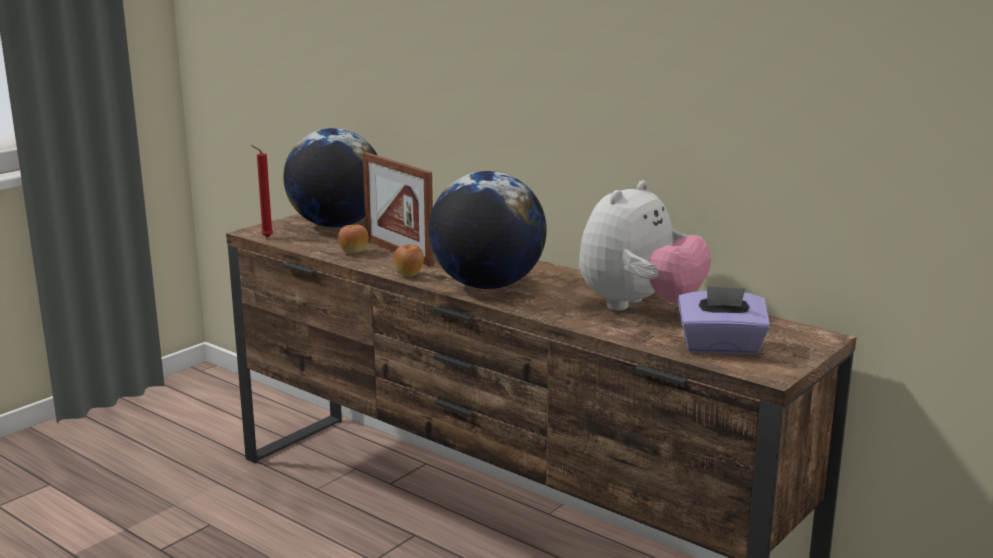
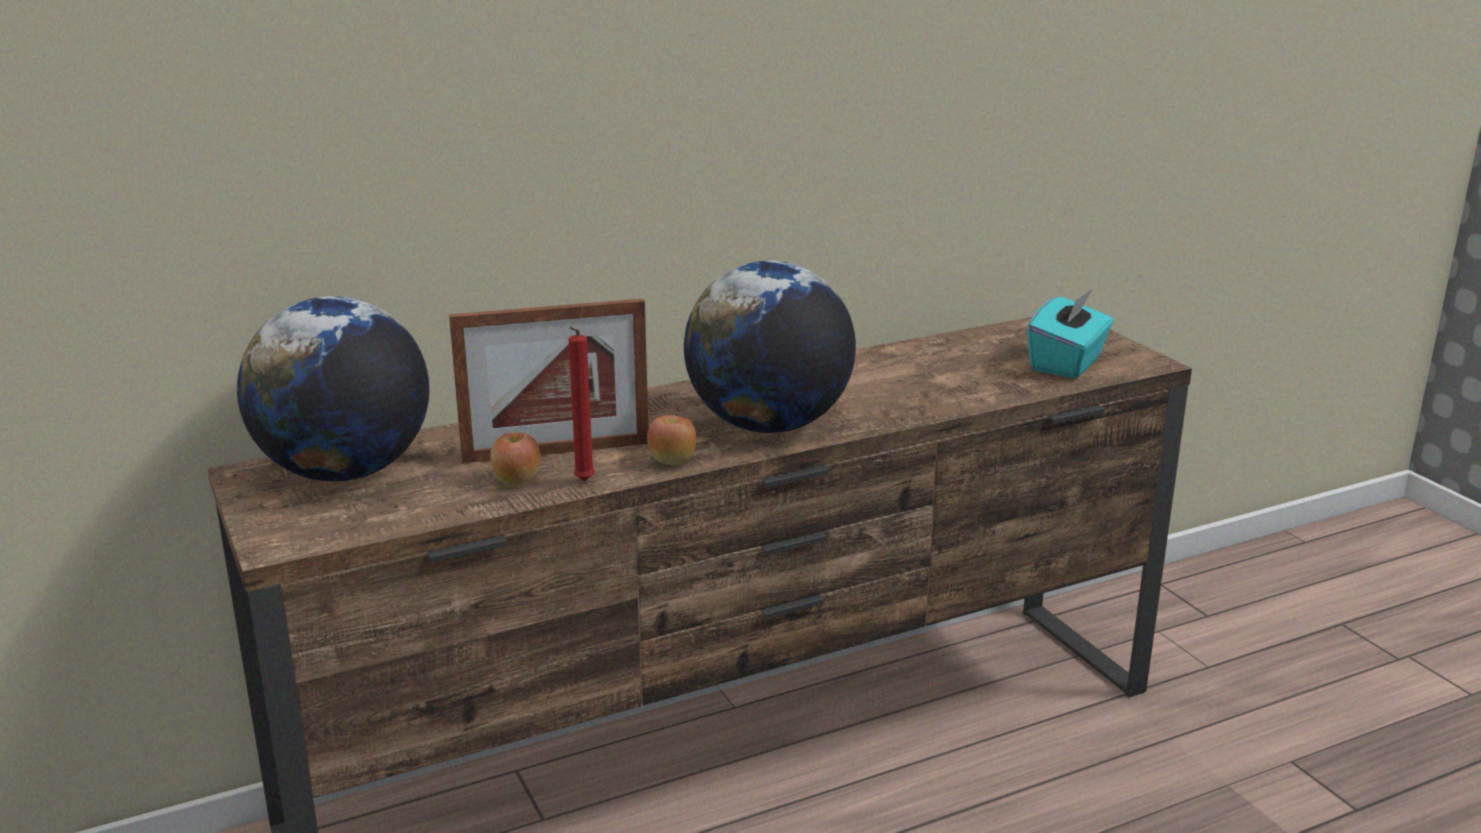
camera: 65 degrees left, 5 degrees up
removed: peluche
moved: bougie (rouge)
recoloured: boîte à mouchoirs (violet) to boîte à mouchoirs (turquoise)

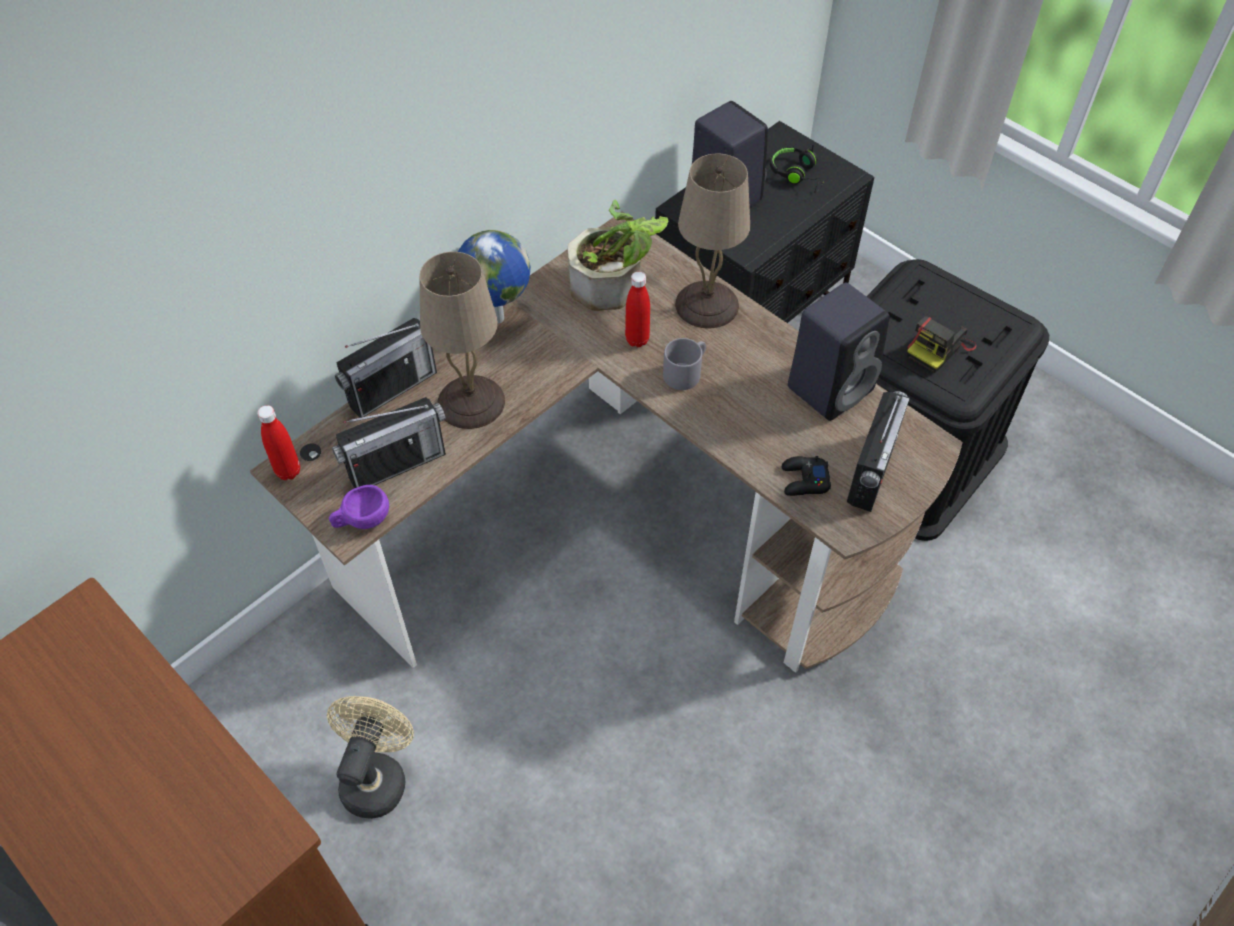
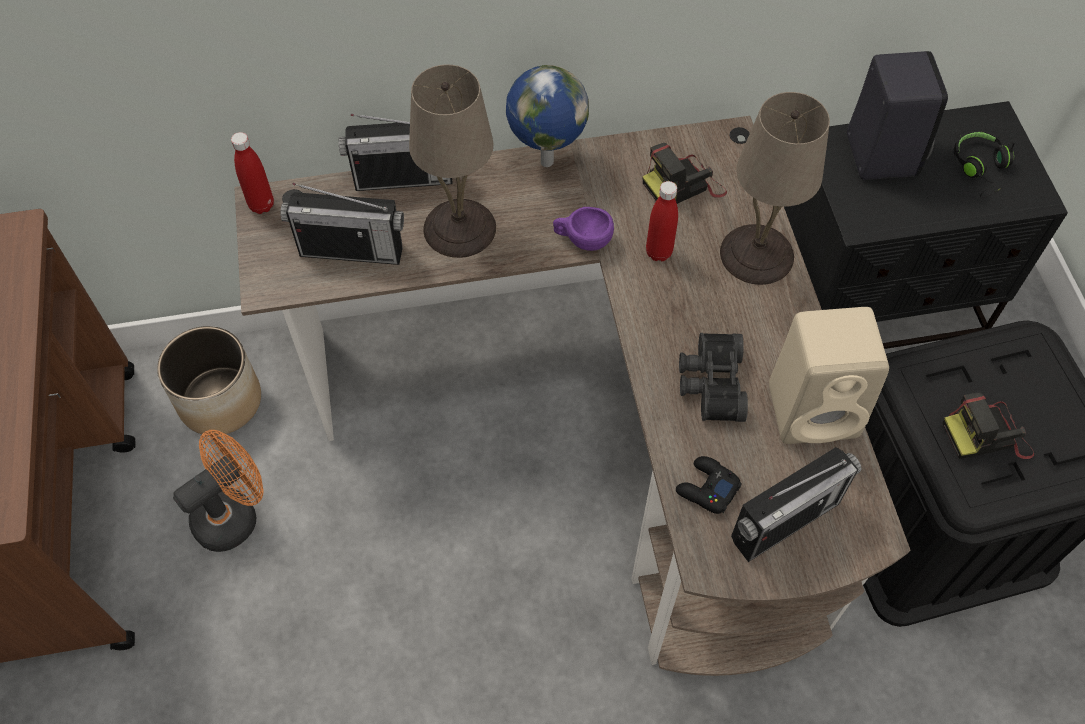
camera: 35 degrees right, 5 degrees up
removed: mug (gris)
added: cache-pot; jumelles (noir)
moved: tasse (violet)
replaced: plante en pot to appareil photo (1st from left)
recoloured: ventilateur (beige) to ventilateur (orange); enceinte (noir) (2nd from left) to enceinte (beige)

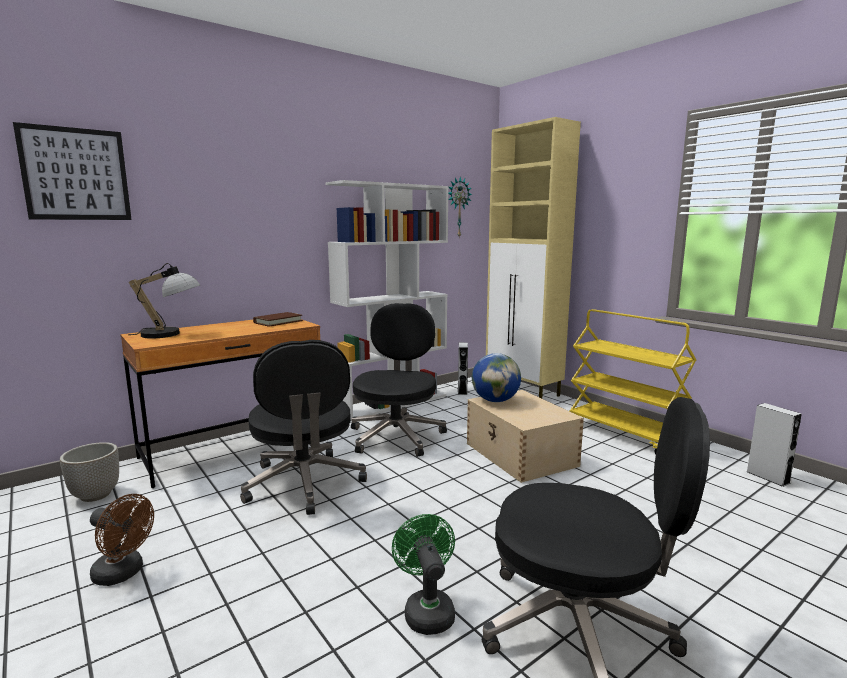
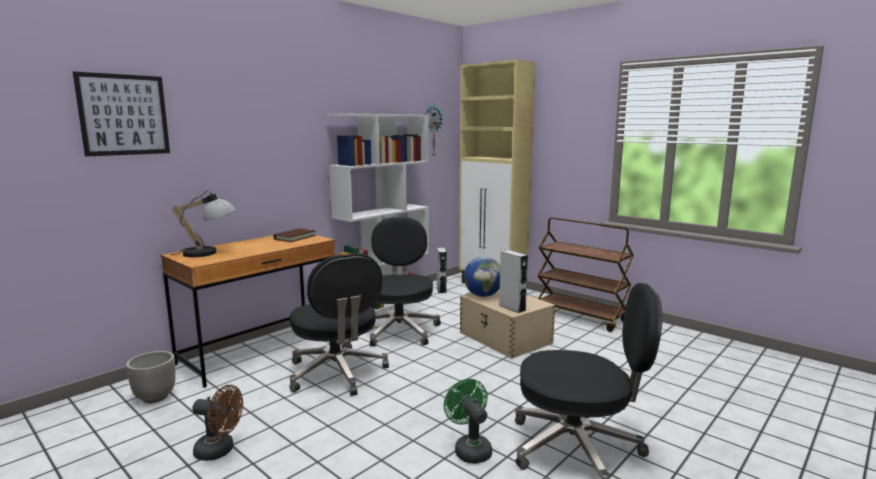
camera: 10 degrees left, 0 degrees up
moved: enceinte (gris) (2nd from left)
recoloured: chariot (jaune) to chariot (marron)

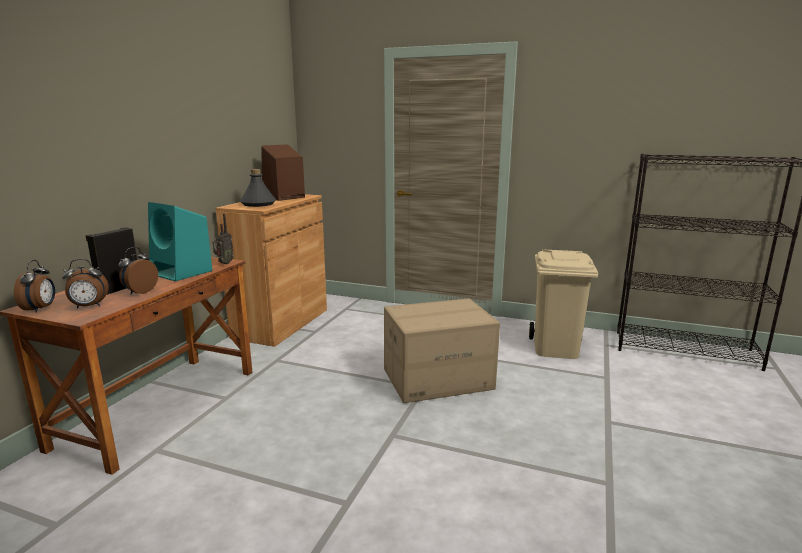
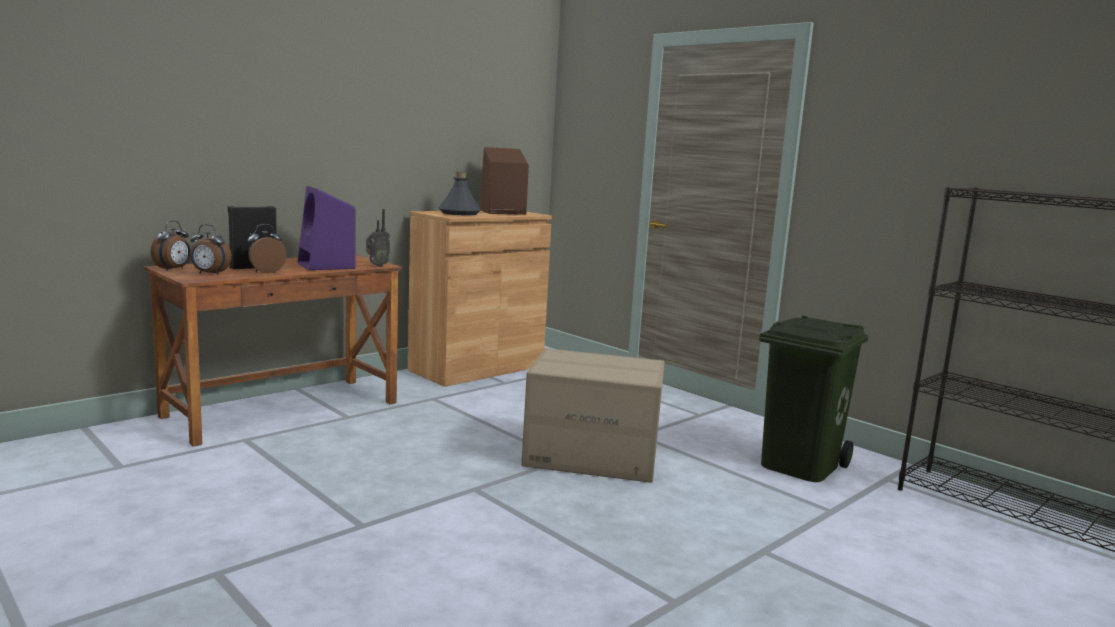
camera: 25 degrees right, 5 degrees down
recoloured: enceinte (turquoise) to enceinte (violet); poubelle (beige) to poubelle (vert)

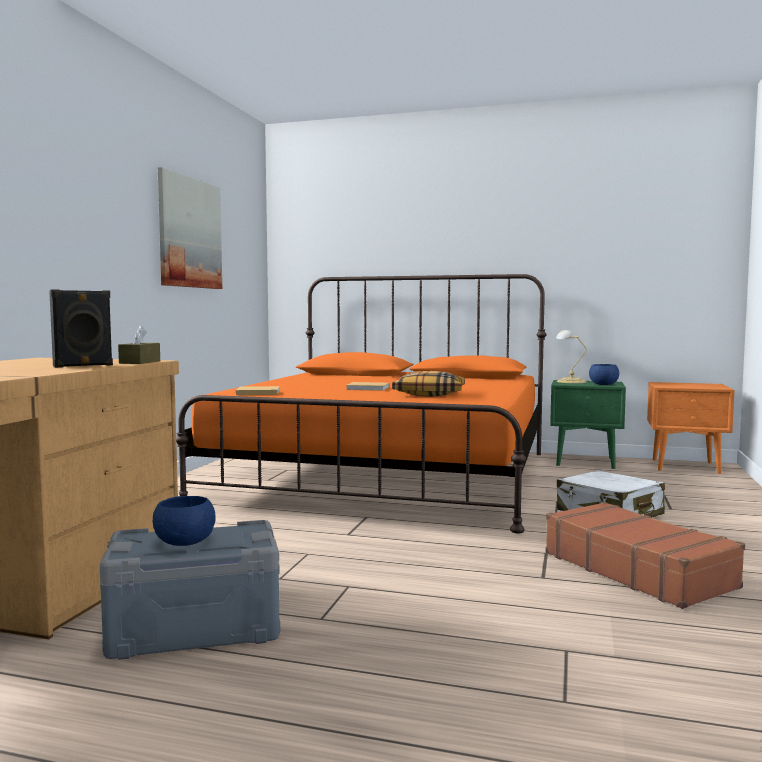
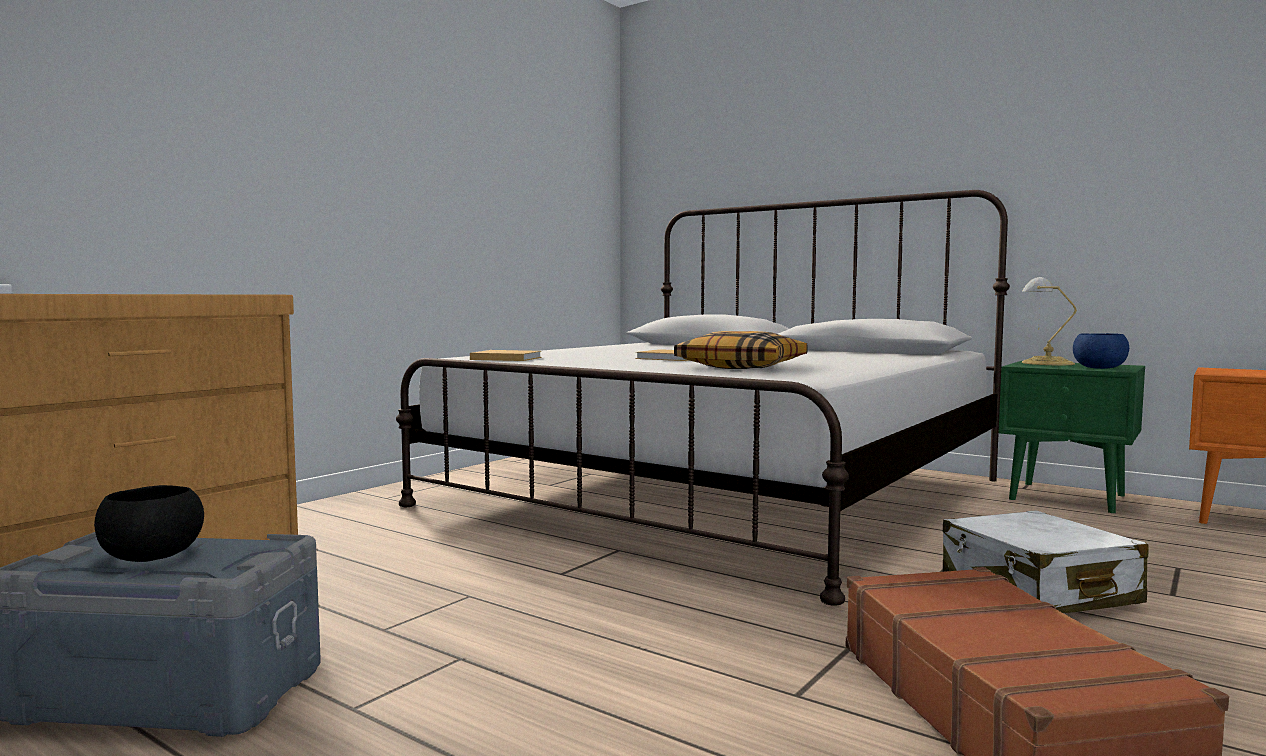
camera: 20 degrees right, 0 degrees up
removed: enceinte (noir); boîte à mouchoirs (marron); tableau
recoloured: bol (bleu) (1st from left) to bol (noir); lit (orange) to lit (blanc)

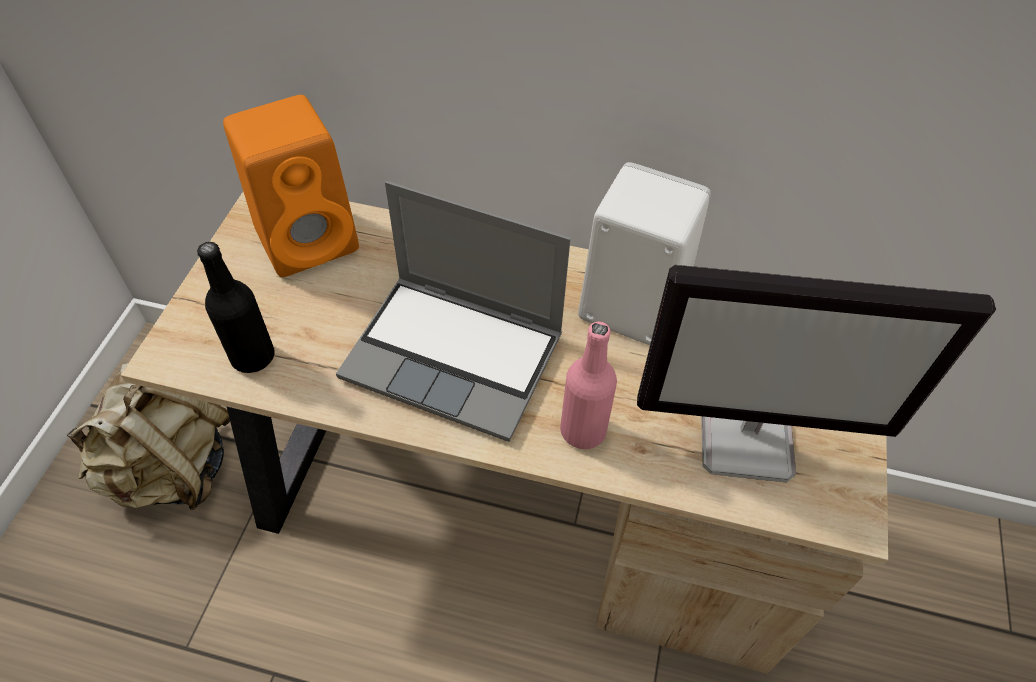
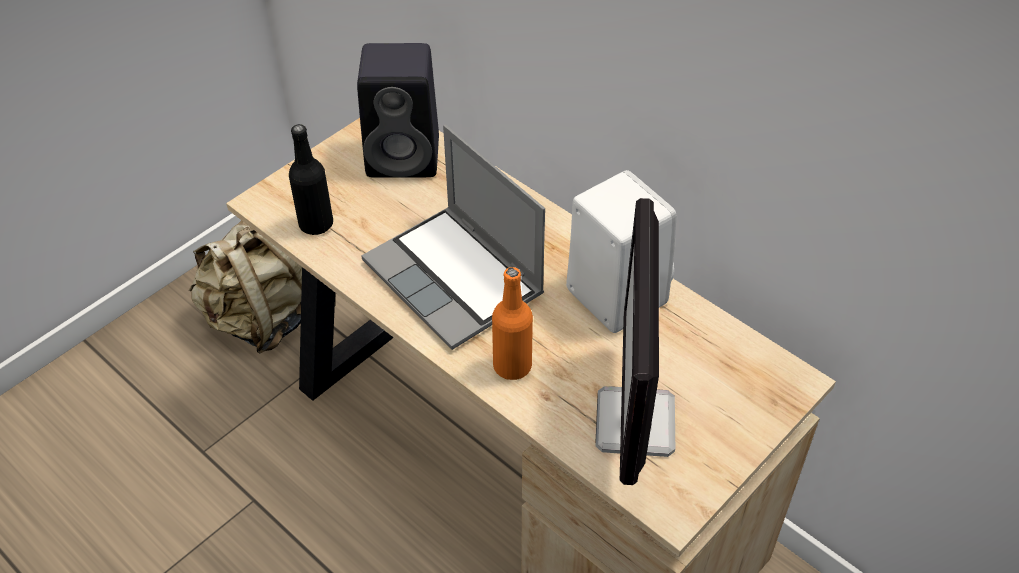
camera: 30 degrees right, 5 degrees down
recoloured: enceinte (orange) to enceinte (noir); bouteille (rose) to bouteille (orange)
turned: écran d'ordinateur 60 degrees clockwise

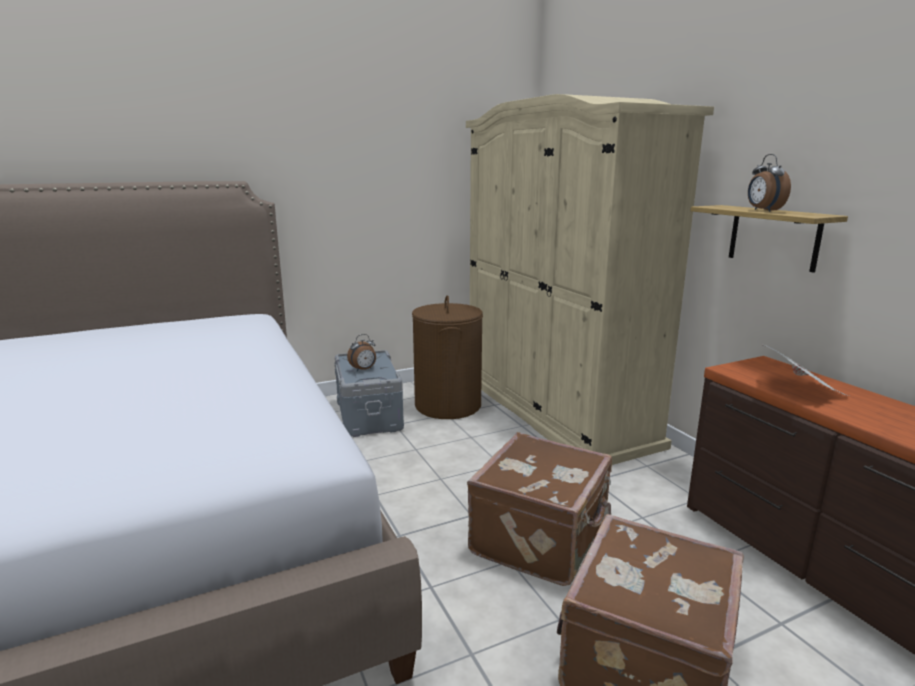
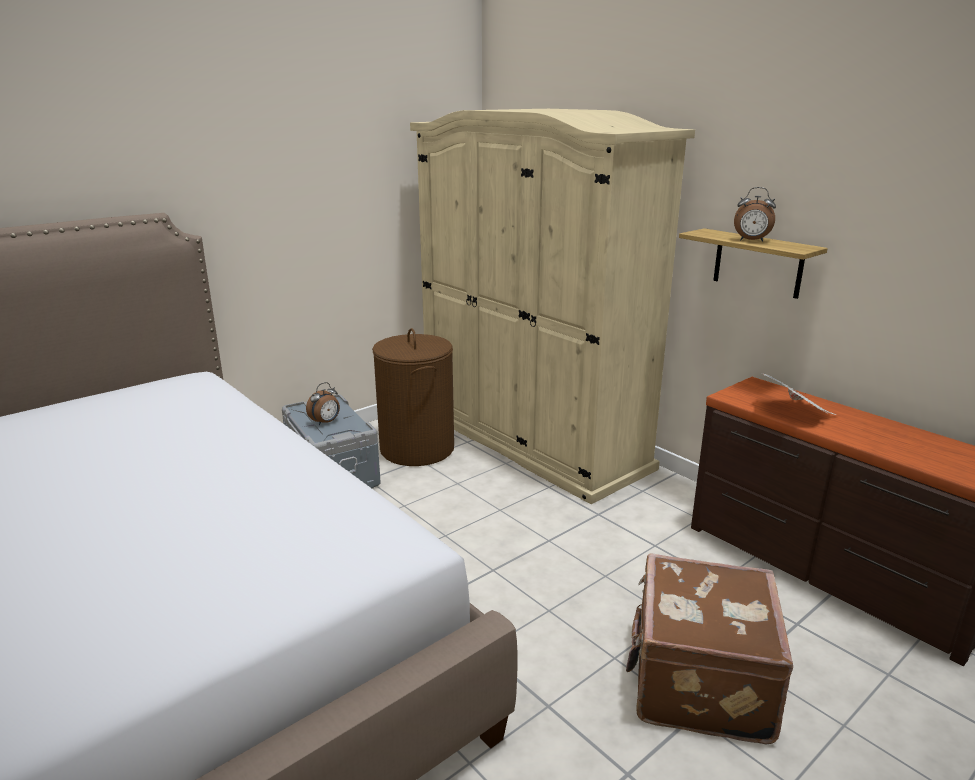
camera: 15 degrees left, 5 degrees up
removed: valise (marron) (1st from left)
turned: réveil (2nd from left) 45 degrees counterclockwise

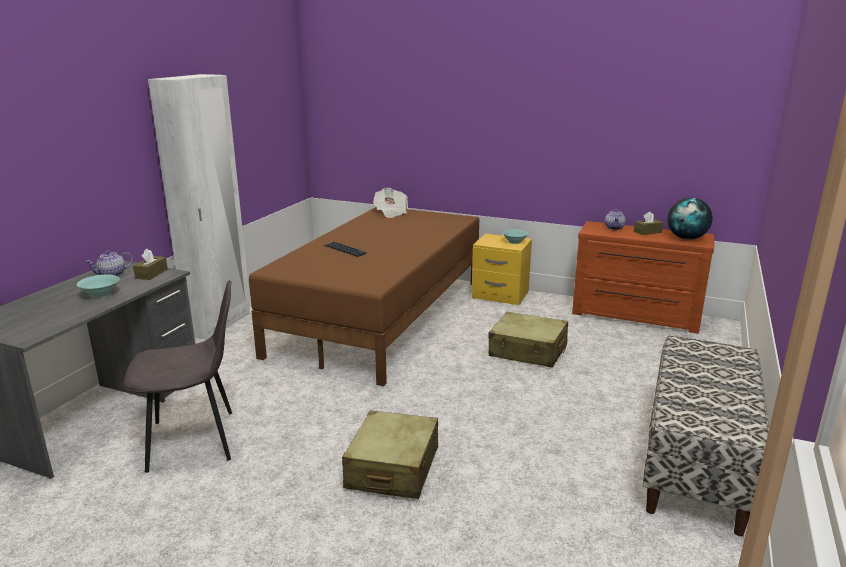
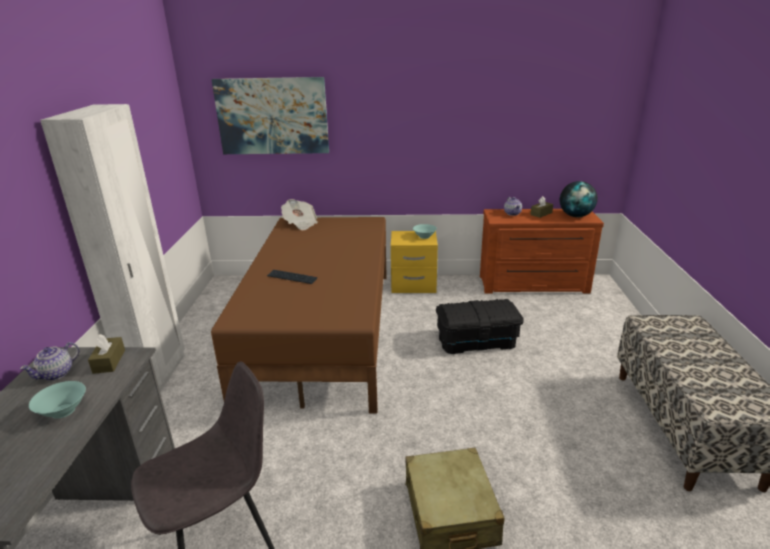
camera: 20 degrees left, 5 degrees up
added: tableau
replaced: valise (beige) (2nd from left) to boîte de rangement (noir)

